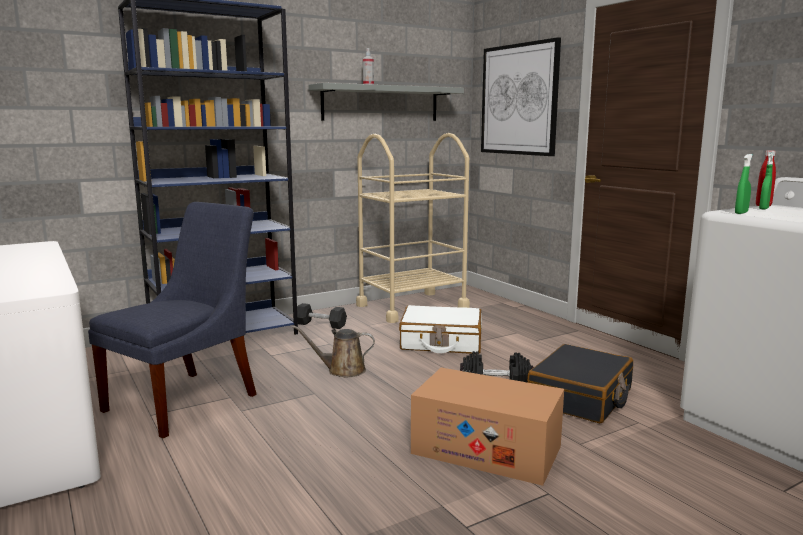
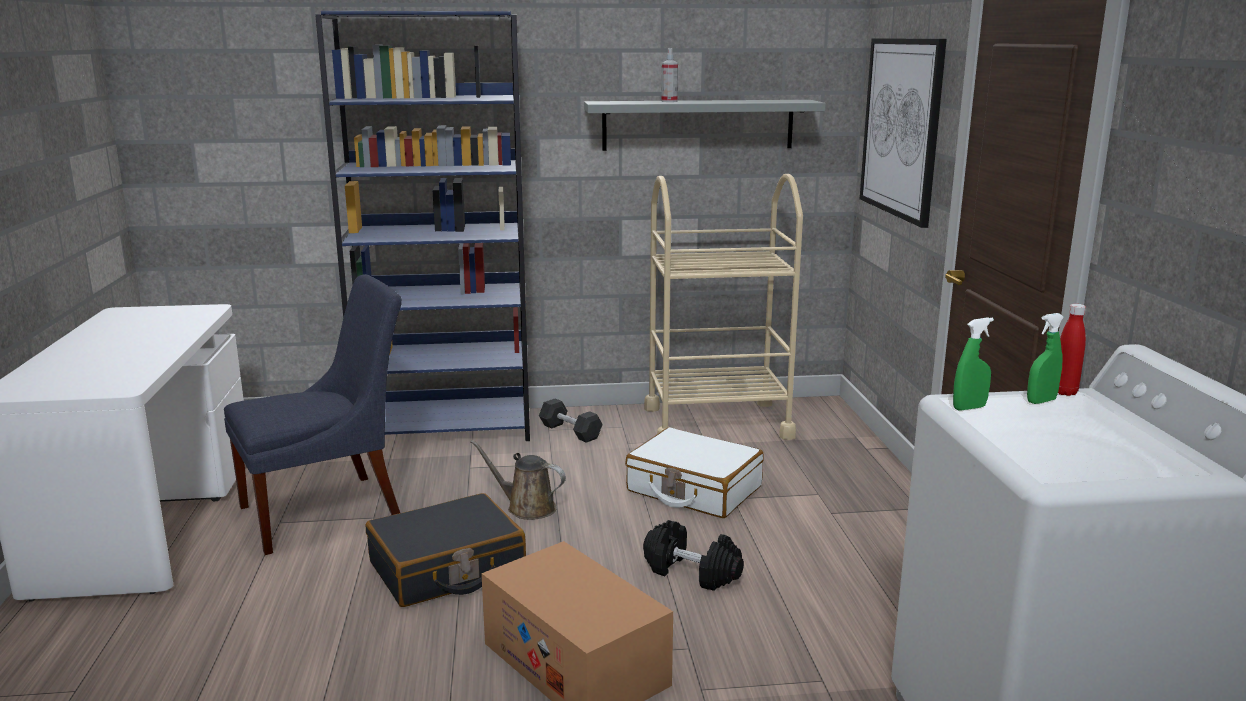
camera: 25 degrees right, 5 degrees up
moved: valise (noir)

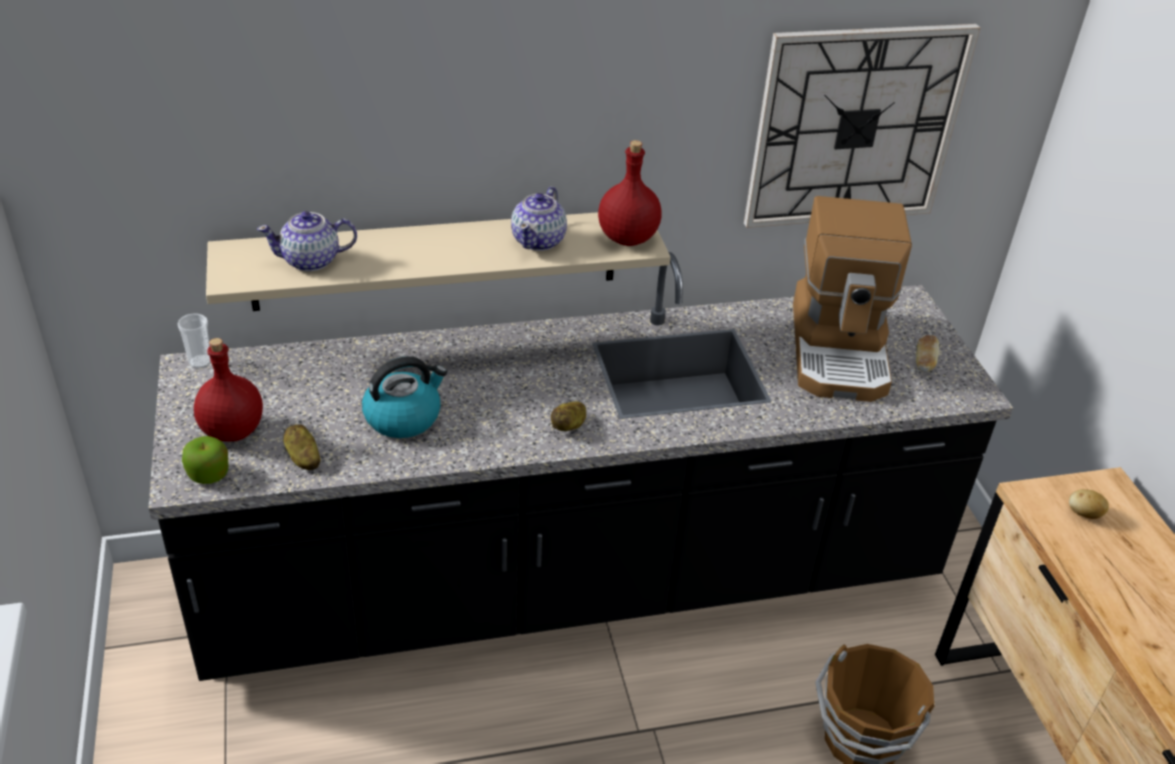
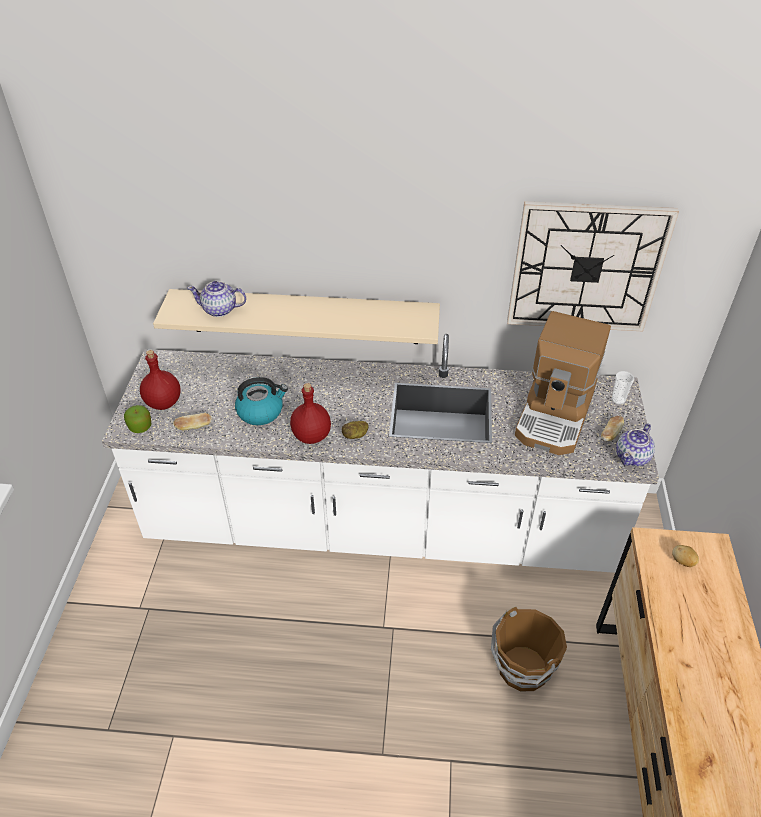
camera: 20 degrees right, 5 degrees up
moved: tasse; théière (2nd from left); bouteille (rouge) (2nd from left)
replaced: pomme de terre (1st from left) to pain (1st from left)
recoloured: comptoir de cuisine (noir) to comptoir de cuisine (blanc)

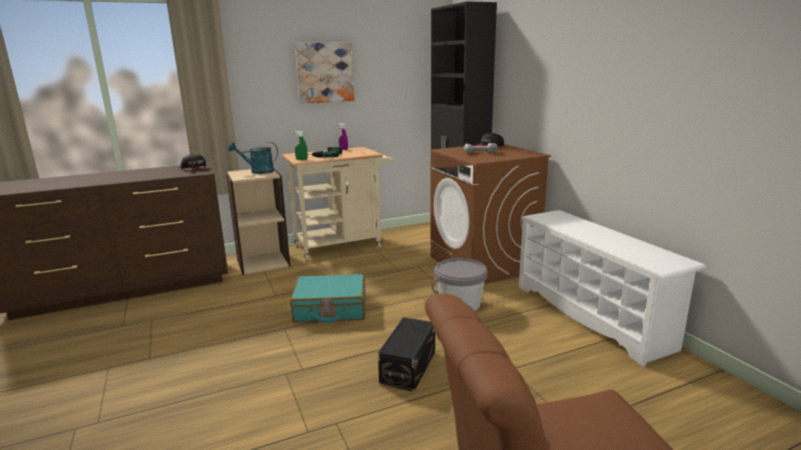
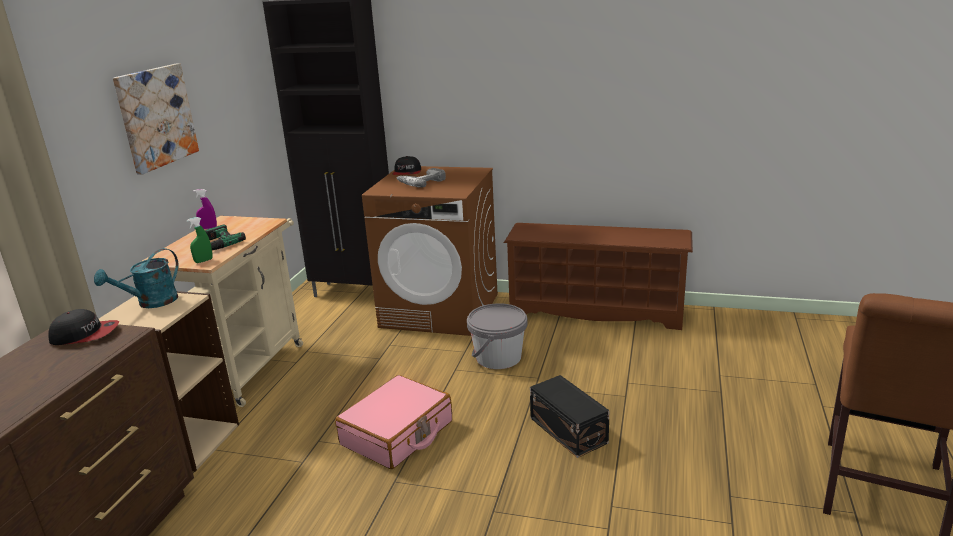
camera: 50 degrees left, 5 degrees up
recoloured: valise (turquoise) to valise (rose); étagère à chaussures (blanc) to étagère à chaussures (marron)

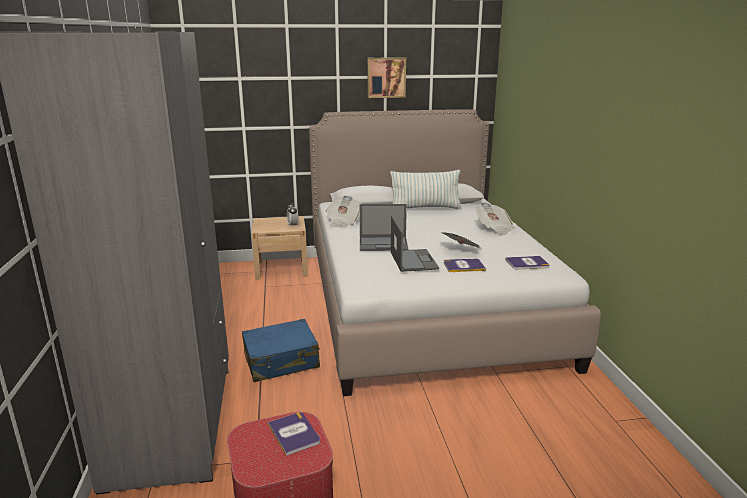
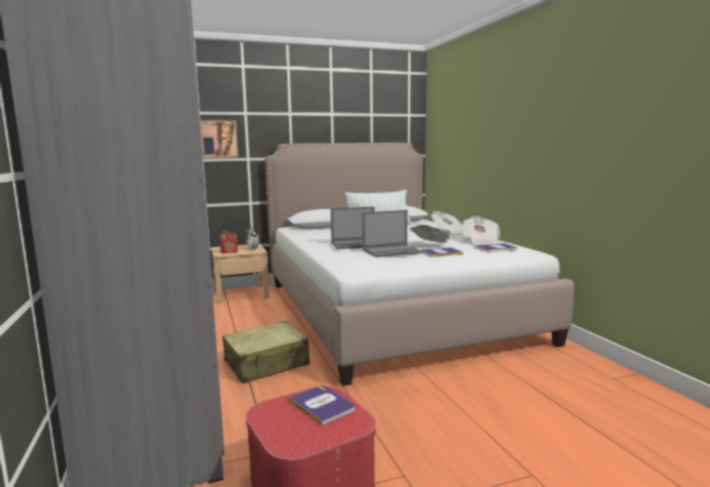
camera: 10 degrees left, 10 degrees down
added: radio
moved: journal (1st from left in the first image) to journal (3rd from left); tableau
recoloured: valise (bleu) to valise (beige)
turned: ordinateur portable (2nd from left) 90 degrees clockwise

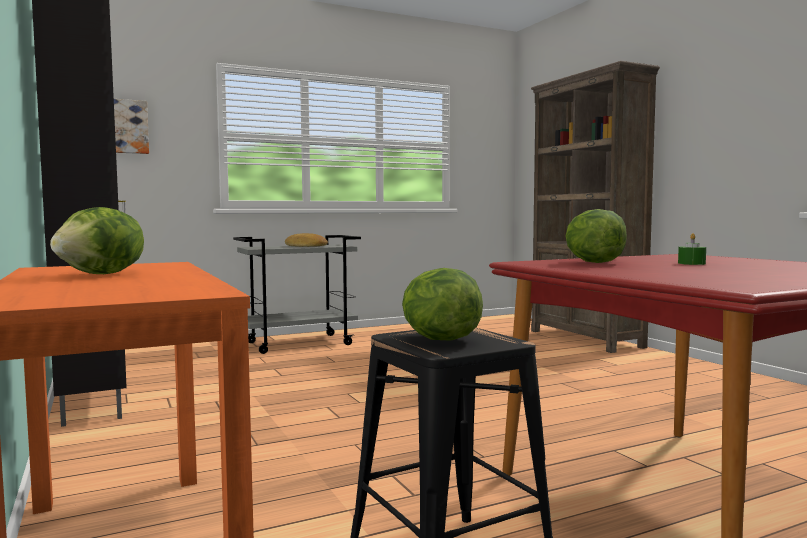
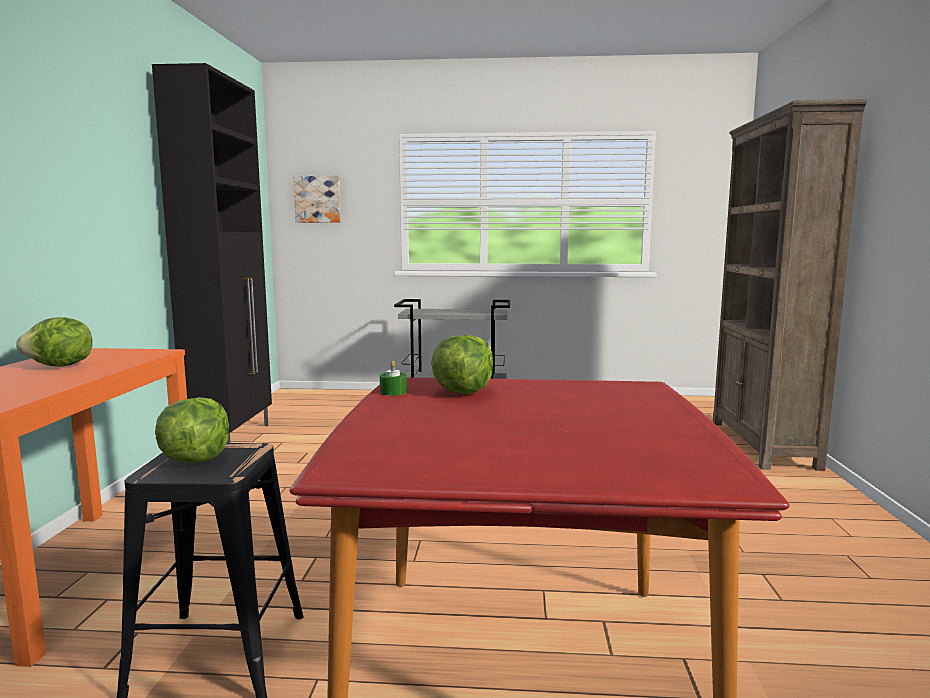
camera: 30 degrees right, 5 degrees up
removed: pain
moved: bougie (vert)

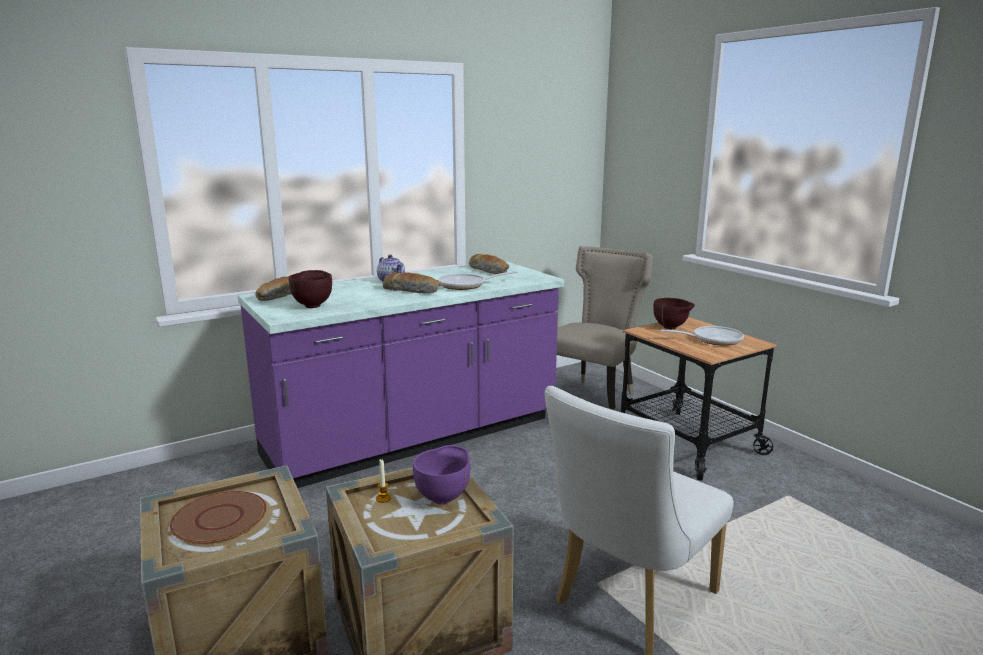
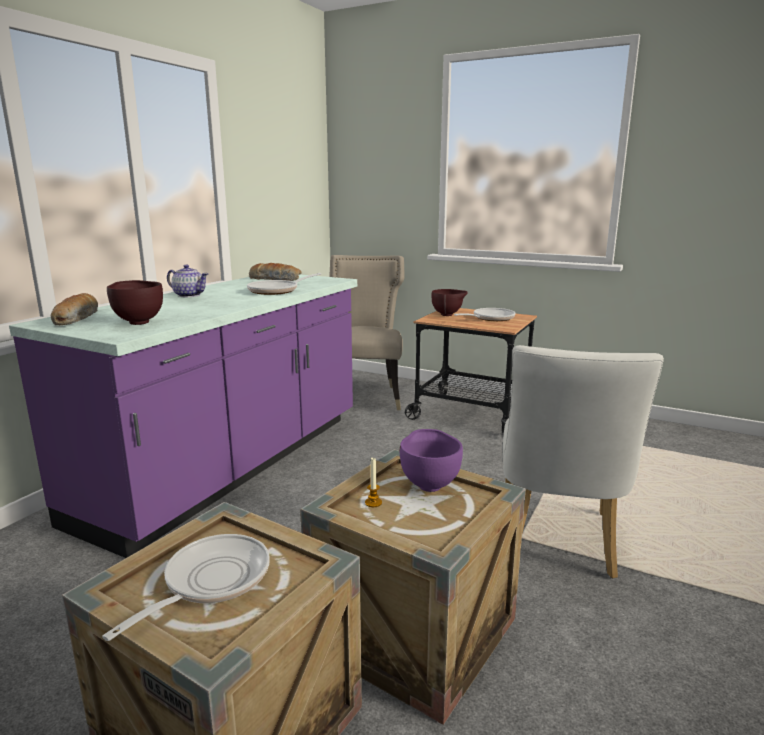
camera: 30 degrees left, 0 degrees up
removed: pain (2nd from left)
replaced: assiette (marron) to poêle (1st from left)

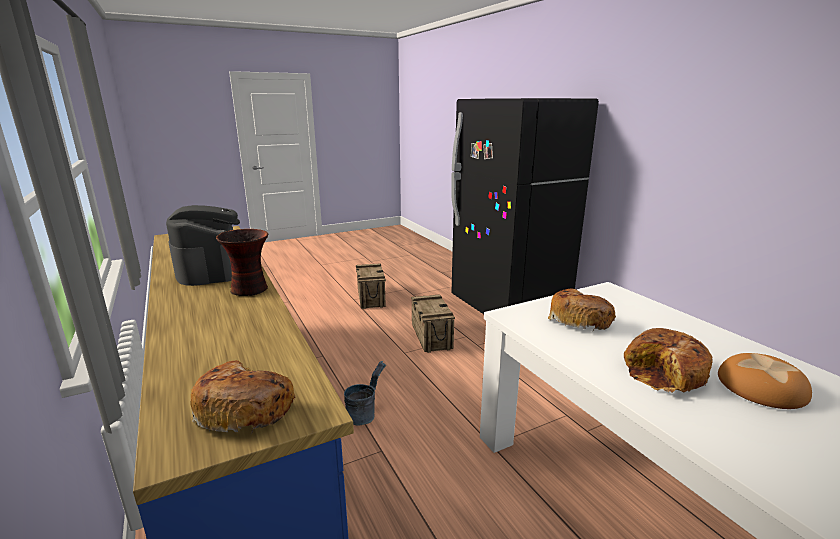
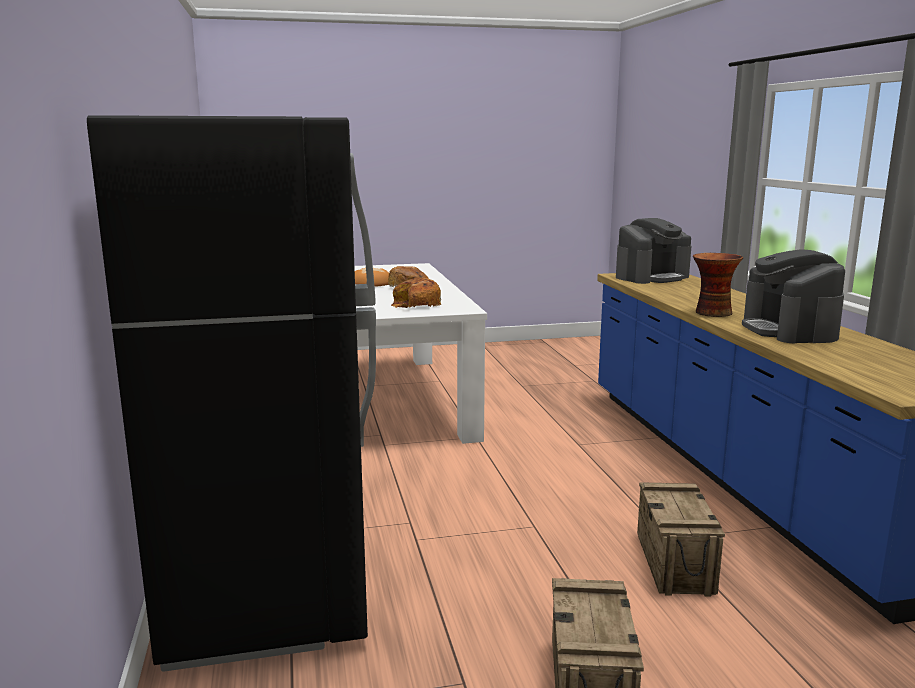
camera: 165 degrees left, 5 degrees down
removed: seau (gris)
moved: caisse (2nd from left)
replaced: pain (1st from left) to machine à café (1st from left)

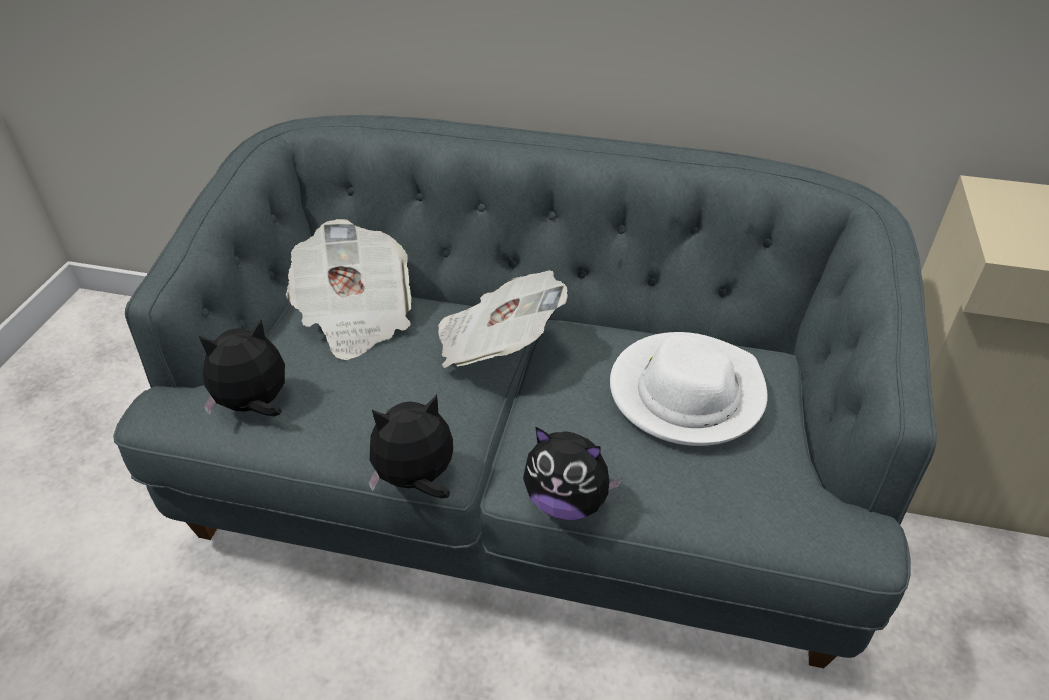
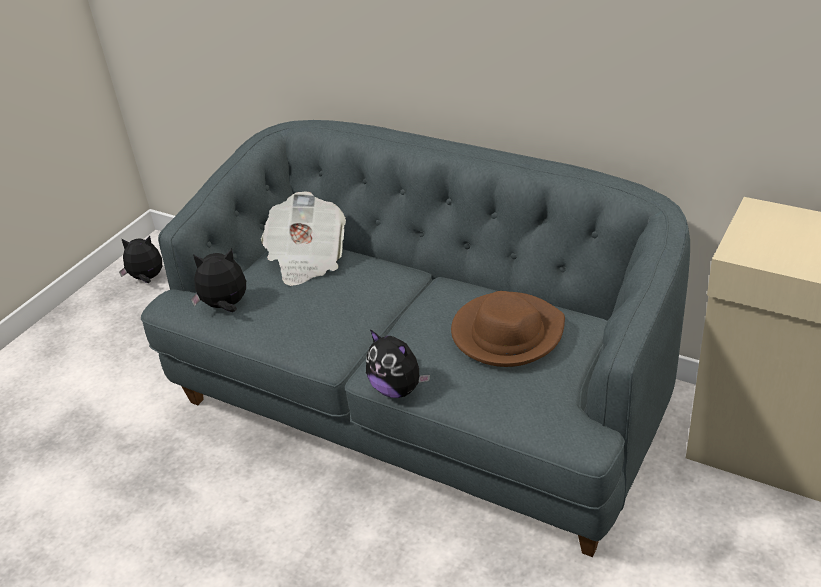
camera: 20 degrees right, 5 degrees down
removed: journal (2nd from left)
moved: peluche (2nd from left in the first image) to peluche (1st from left)
recoloured: chapeau (blanc) to chapeau (marron)

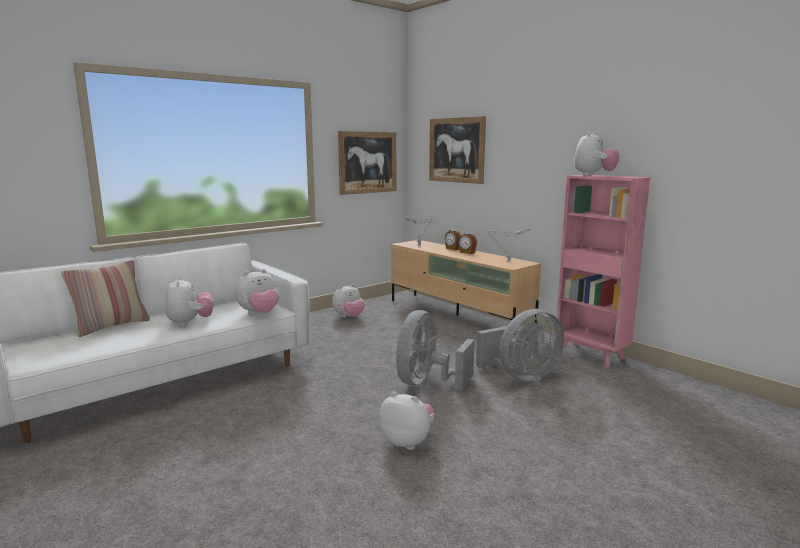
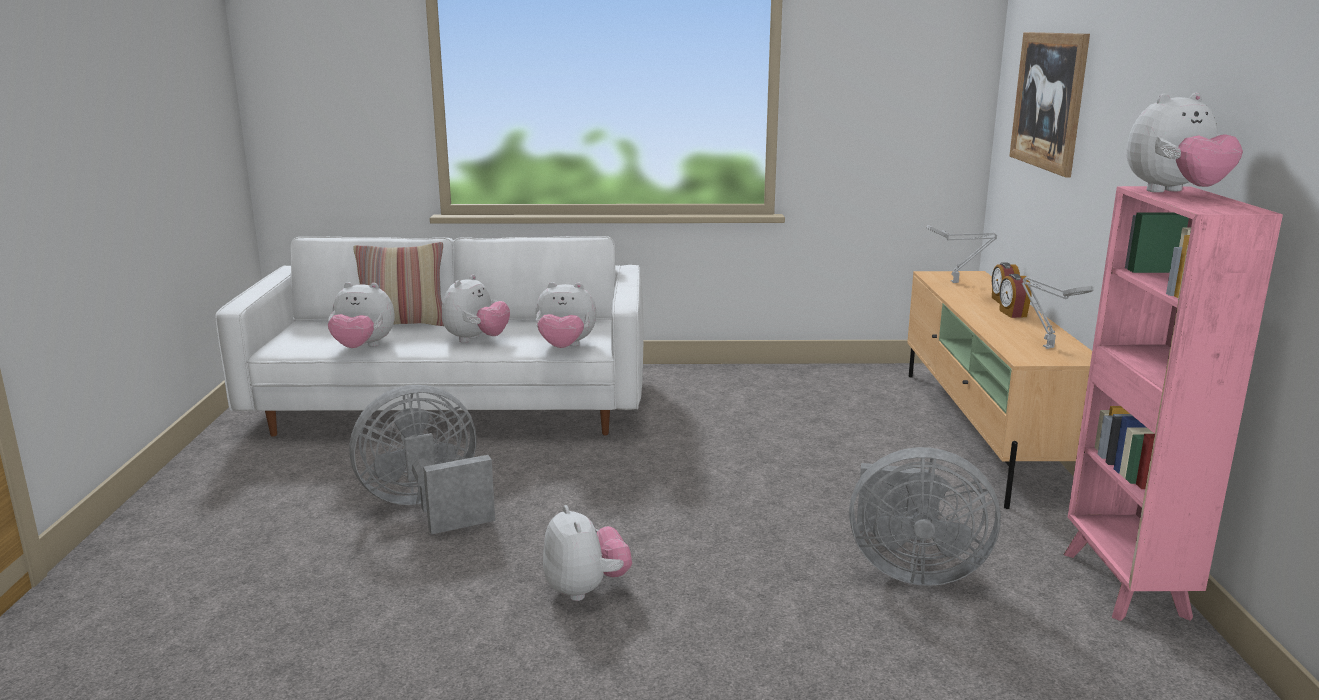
camera: 40 degrees right, 5 degrees up
removed: tableau (1st from left)
moved: peluche (3rd from left in the first image) to peluche (1st from left); ventilateur (gris) (1st from left)

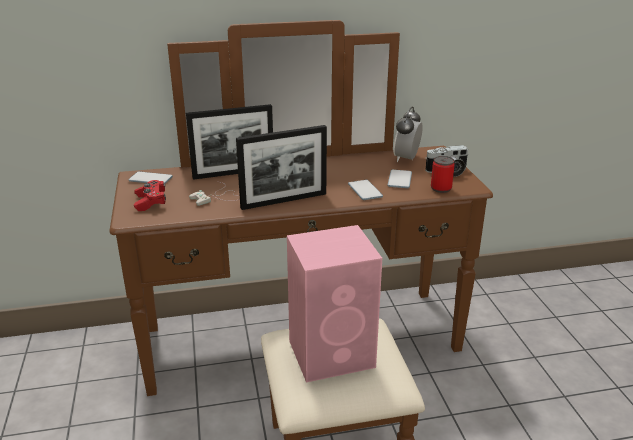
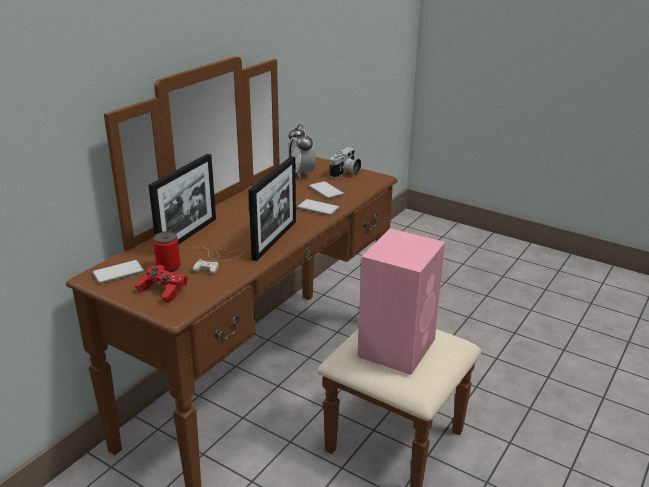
camera: 45 degrees left, 0 degrees up
moved: boîte métallique

